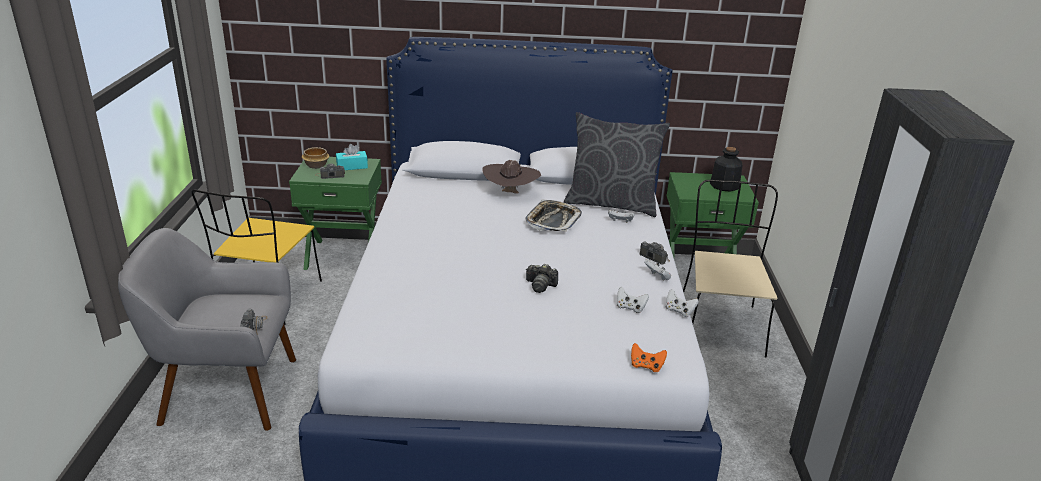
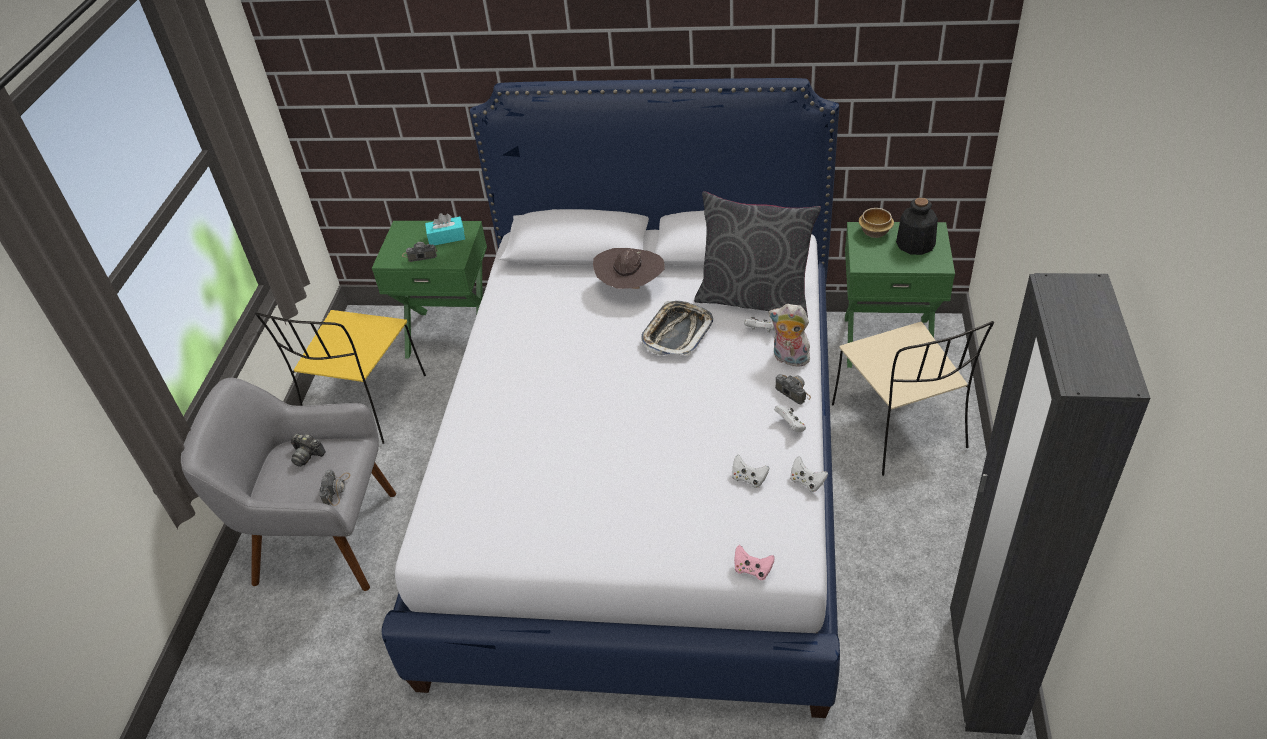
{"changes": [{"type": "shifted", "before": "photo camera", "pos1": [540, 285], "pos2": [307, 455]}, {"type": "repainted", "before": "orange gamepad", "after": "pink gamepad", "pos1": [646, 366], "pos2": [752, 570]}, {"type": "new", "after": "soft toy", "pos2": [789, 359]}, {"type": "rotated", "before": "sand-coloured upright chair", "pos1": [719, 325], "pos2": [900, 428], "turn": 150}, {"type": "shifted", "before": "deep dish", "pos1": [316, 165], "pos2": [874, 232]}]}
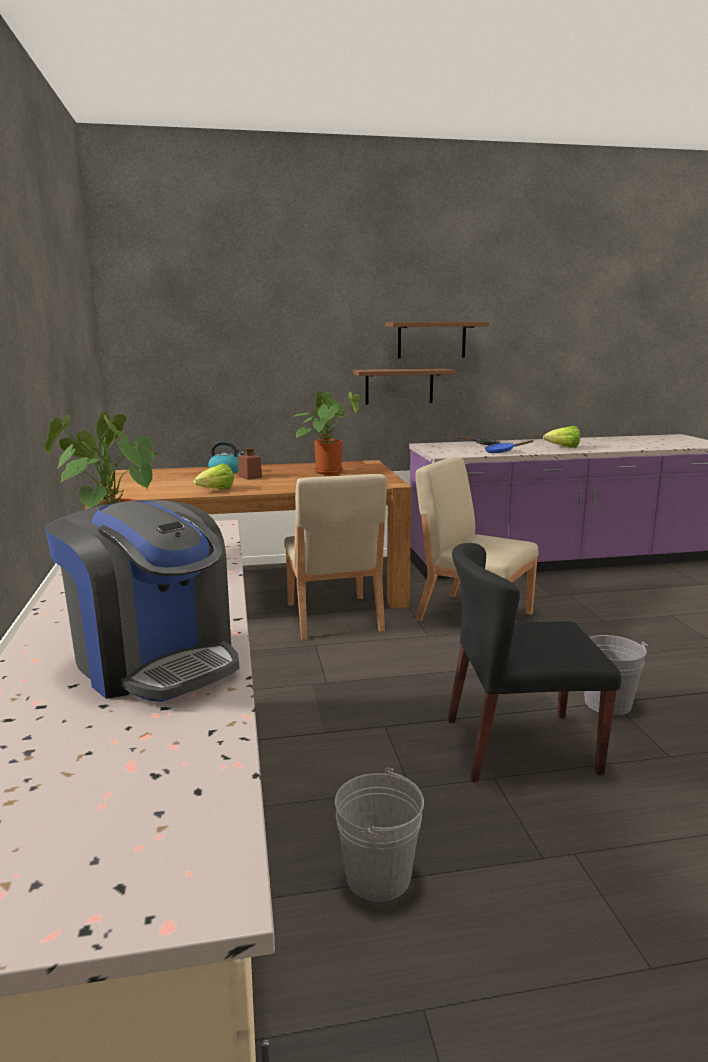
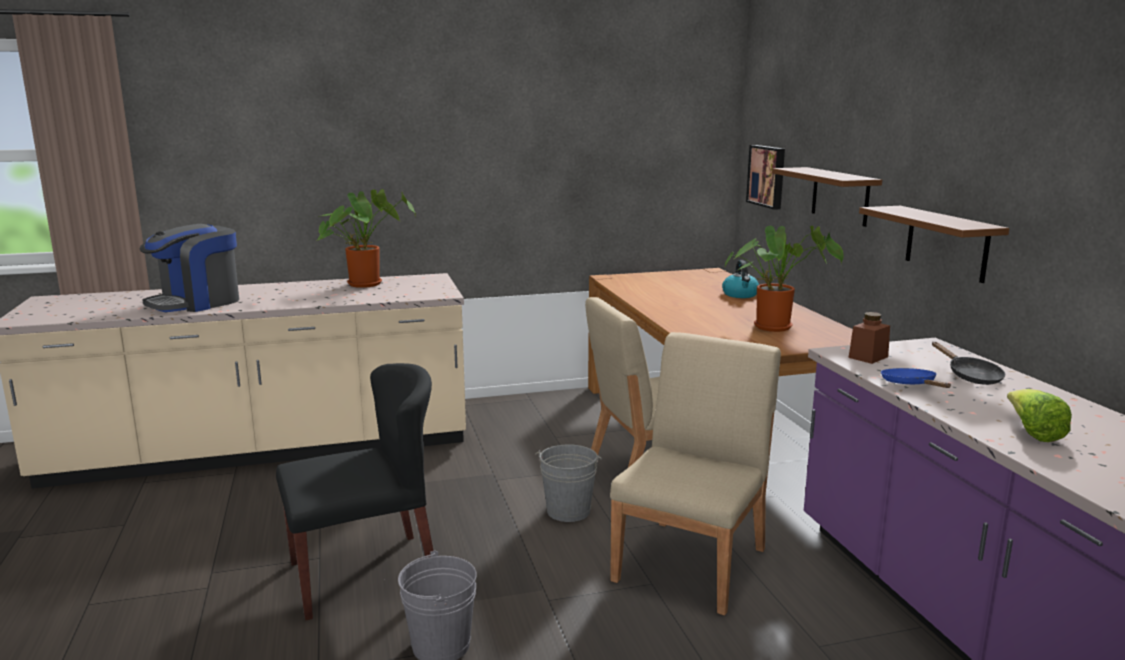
{"changes": [{"type": "rotated", "before": "black upright chair", "pos1": [519, 746], "pos2": [365, 574], "turn": 75}, {"type": "shifted", "before": "grey water bucket", "pos1": [378, 876], "pos2": [568, 511]}, {"type": "new", "after": "picture", "pos2": [767, 176]}, {"type": "shifted", "before": "brown bracket shelf", "pos1": [431, 340], "pos2": [840, 196]}, {"type": "shifted", "before": "brown preserve jar", "pos1": [250, 477], "pos2": [868, 357]}, {"type": "gone", "before": "lettuce", "pos1": [216, 490]}]}
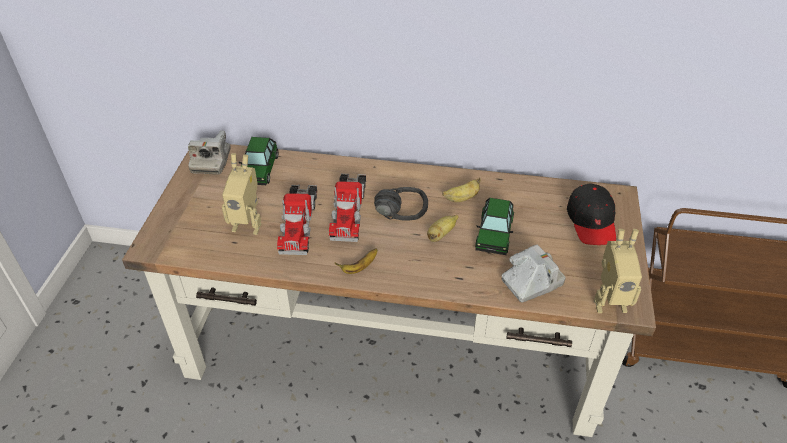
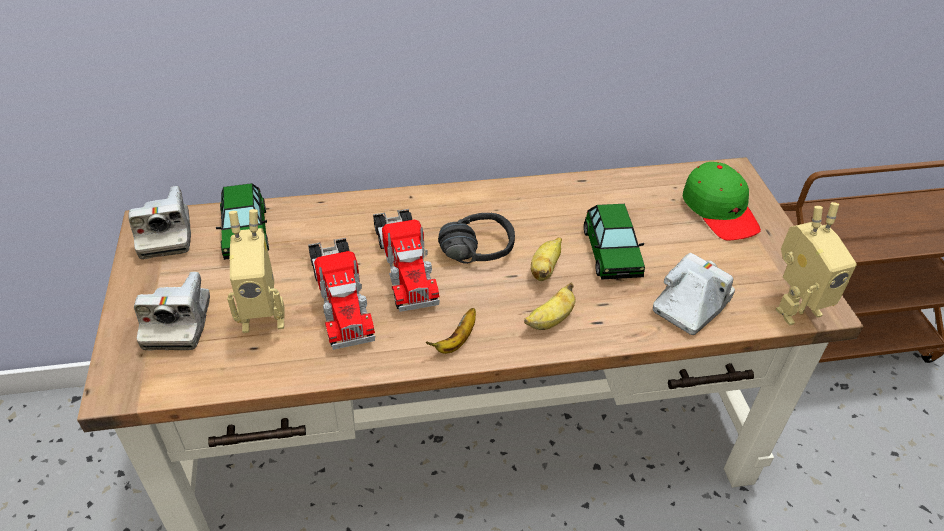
{"changes": [{"type": "new", "after": "photo camera", "pos2": [178, 323]}, {"type": "shifted", "before": "banana", "pos1": [461, 198], "pos2": [550, 320]}, {"type": "repainted", "before": "black peaked cap", "after": "greenish peaked cap", "pos1": [591, 221], "pos2": [719, 210]}]}
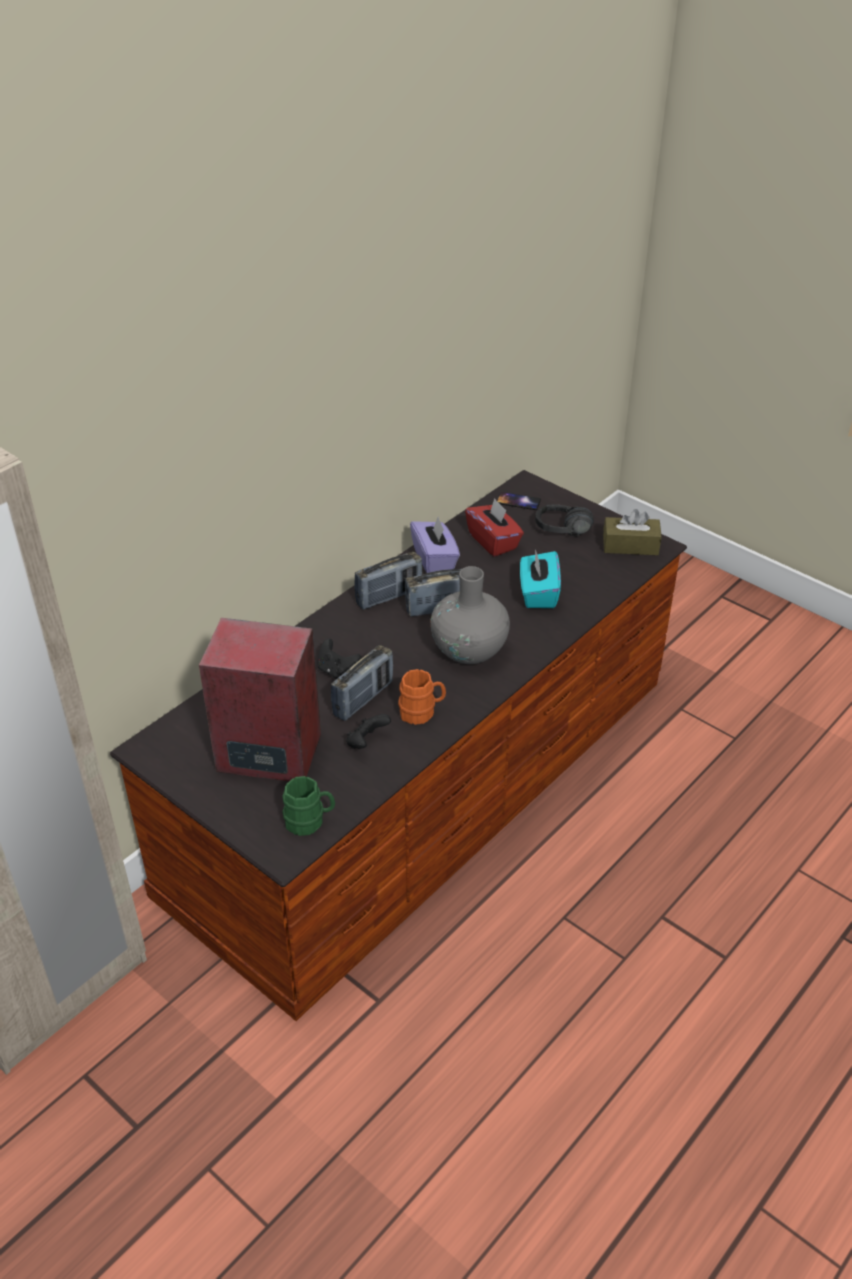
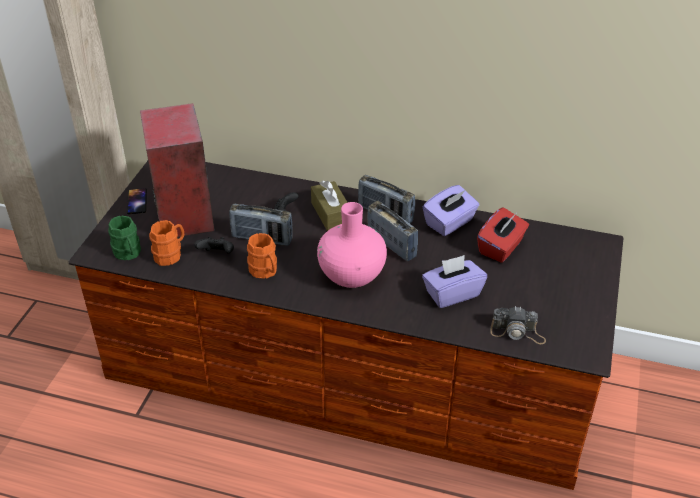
{"changes": [{"type": "shifted", "before": "telephone", "pos1": [518, 501], "pos2": [137, 201]}, {"type": "new", "after": "orange coffee mug", "pos2": [171, 254]}, {"type": "shifted", "before": "brown tissue holder", "pos1": [630, 545], "pos2": [331, 214]}, {"type": "repainted", "before": "grey vase", "after": "pink vase", "pos1": [469, 650], "pos2": [351, 275]}, {"type": "repainted", "before": "turquoise-coloured tissue holder", "after": "purplish tissue holder", "pos1": [538, 594], "pos2": [452, 293]}, {"type": "new", "after": "photo camera", "pos2": [517, 332]}, {"type": "gone", "before": "black headset", "pos1": [563, 534]}]}
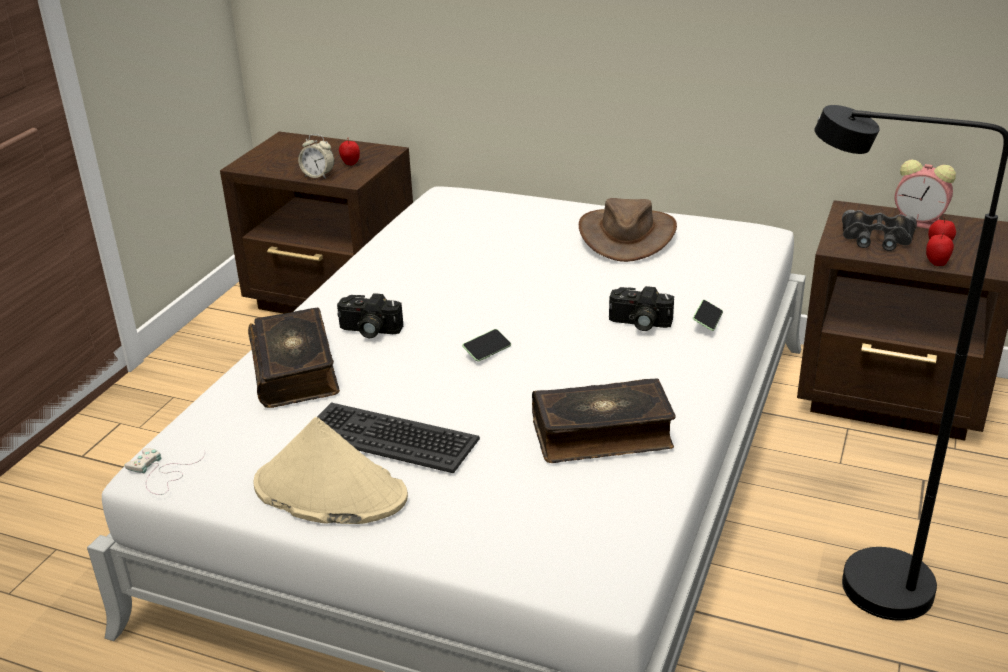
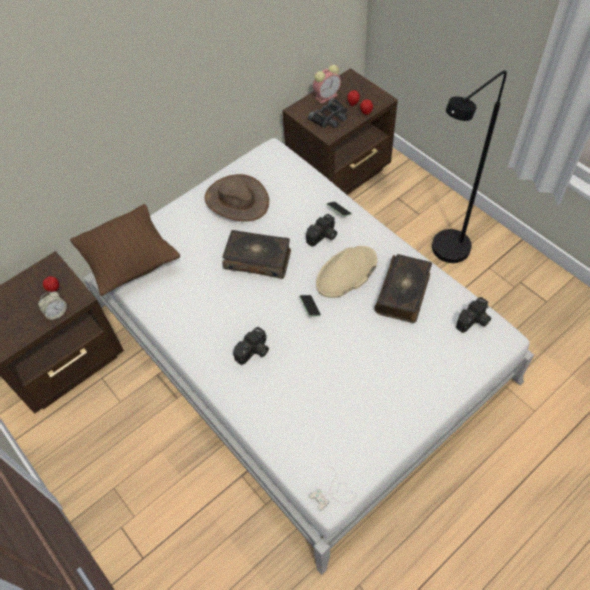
{"changes": [{"type": "new", "after": "brown pillow", "pos2": [130, 262]}, {"type": "shifted", "before": "book", "pos1": [296, 370], "pos2": [258, 259]}, {"type": "shifted", "before": "sand-coloured wearable hat", "pos1": [329, 492], "pos2": [346, 272]}, {"type": "new", "after": "photo camera", "pos2": [474, 321]}, {"type": "gone", "before": "PC keyboard", "pos1": [390, 437]}]}
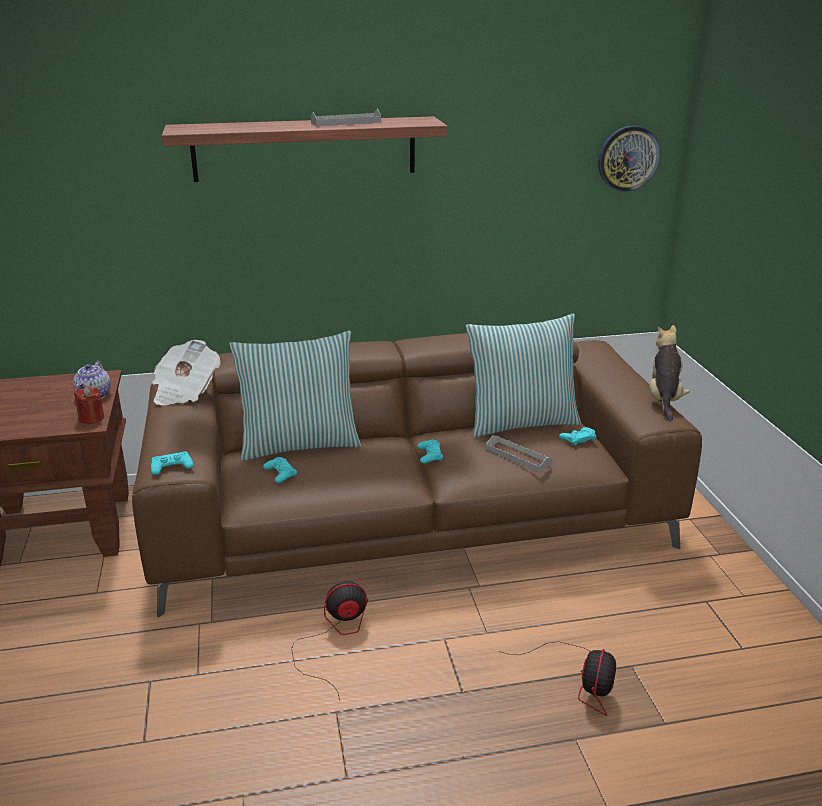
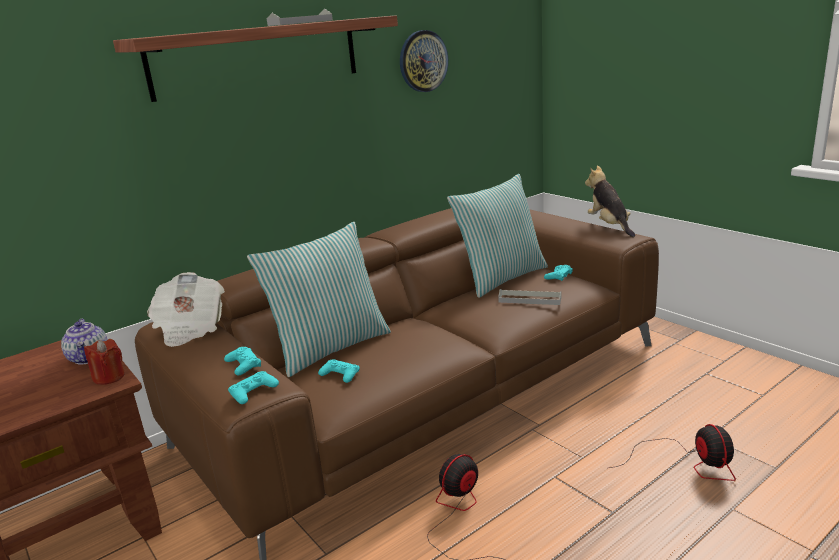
{"changes": [{"type": "shifted", "before": "turquoise-coloured gamepad", "pos1": [429, 455], "pos2": [243, 365]}, {"type": "shifted", "before": "clock on the wall", "pos1": [628, 158], "pos2": [423, 61]}]}
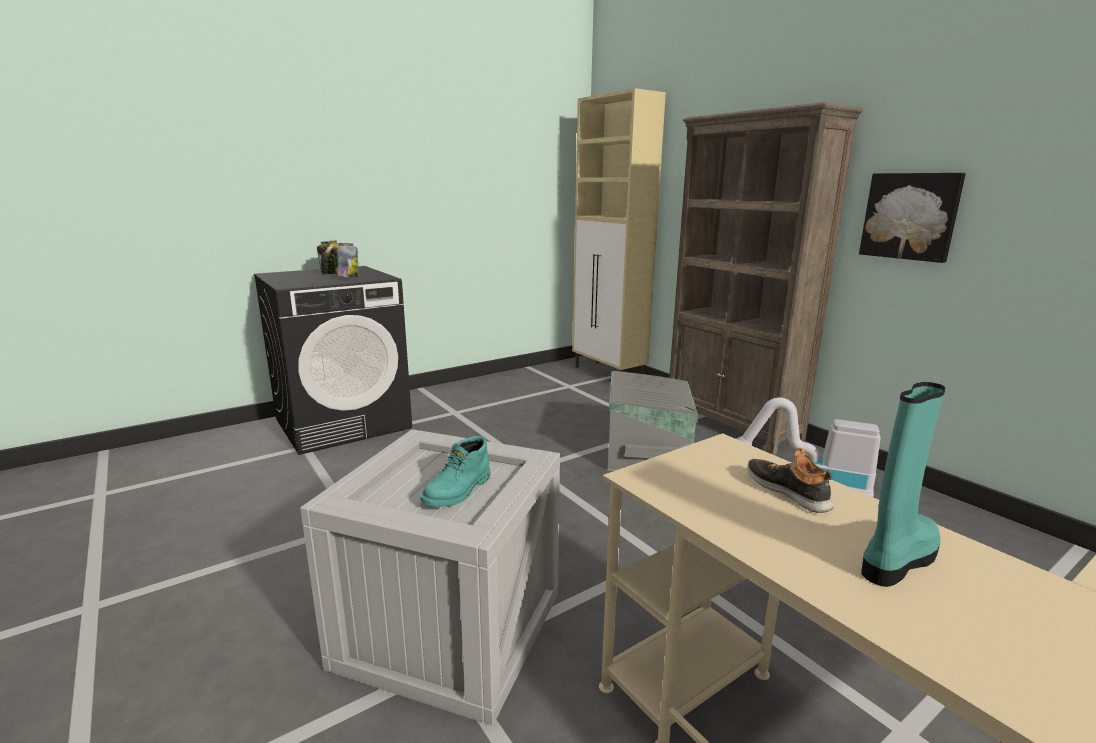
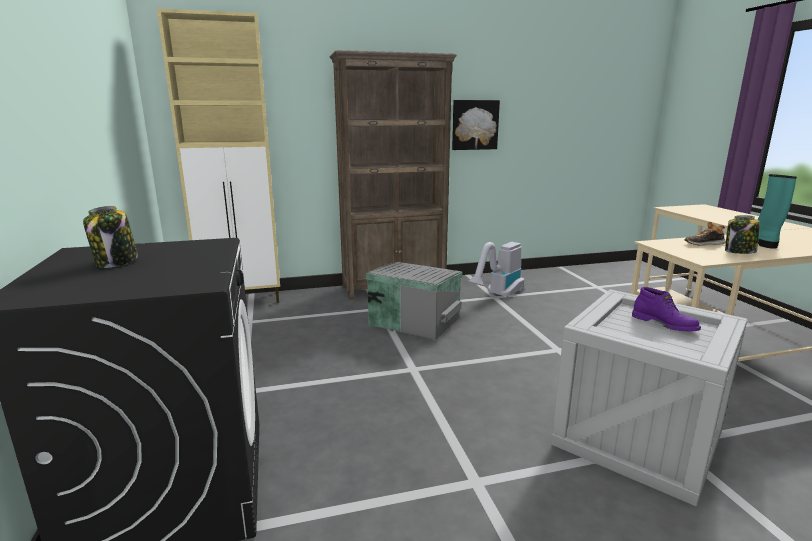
{"changes": [{"type": "repainted", "before": "turquoise-coloured high-top boot", "after": "purplish high-top boot", "pos1": [458, 491], "pos2": [665, 324]}, {"type": "shifted", "before": "preserve jar", "pos1": [347, 276], "pos2": [739, 252]}]}
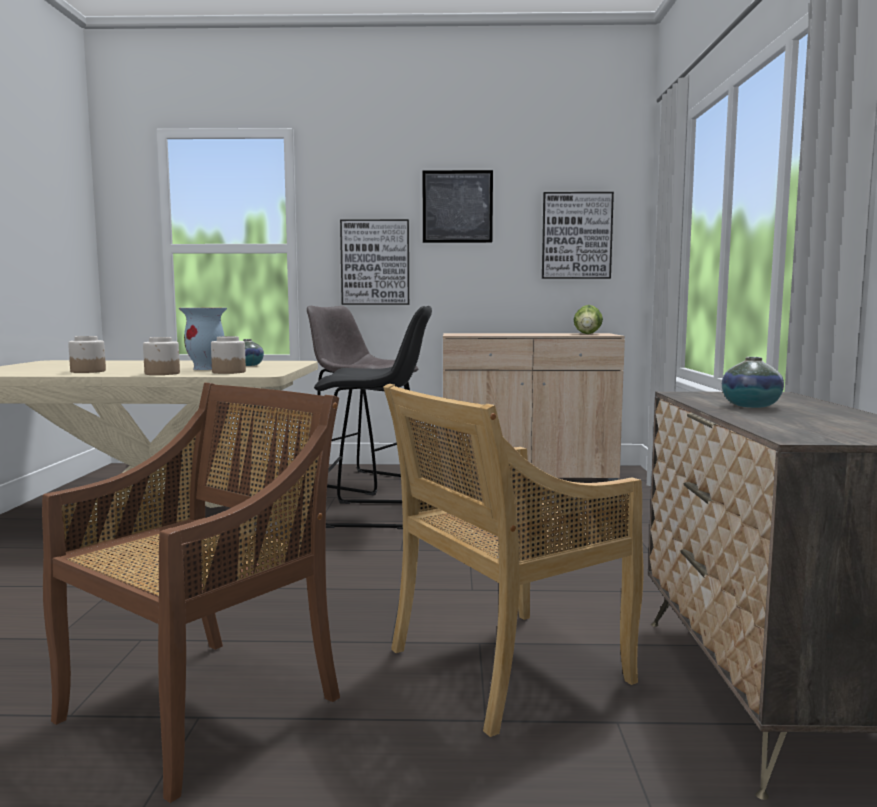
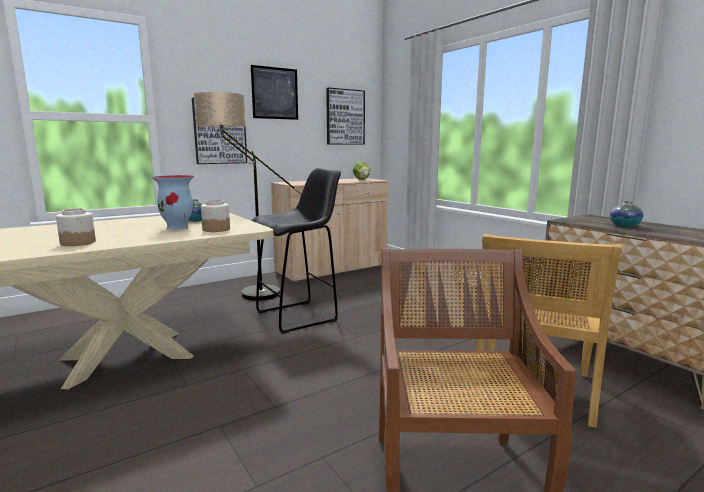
{"changes": [{"type": "swapped", "before": "grey sitting stool", "after": "standing lamp", "pos1": [363, 482], "pos2": [245, 294]}, {"type": "gone", "before": "preserve jar", "pos1": [162, 373]}]}
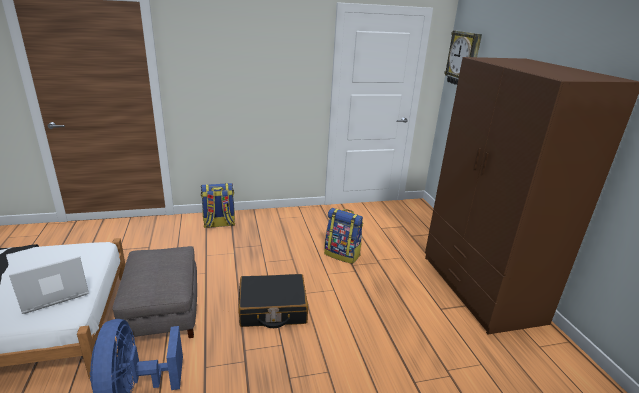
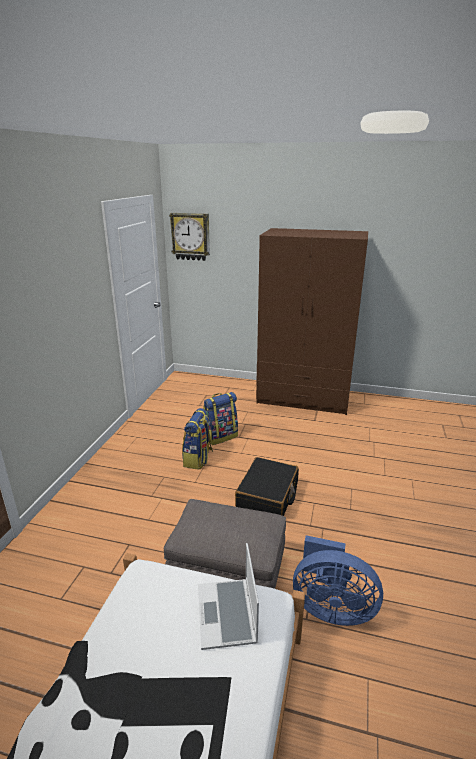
{"changes": [{"type": "shifted", "before": "knapsack", "pos1": [219, 224], "pos2": [198, 459]}]}
